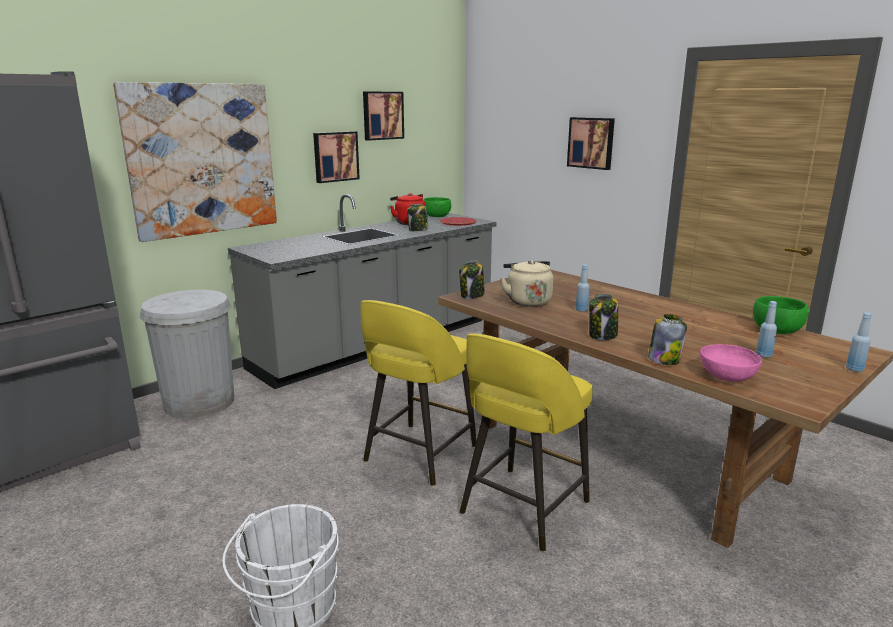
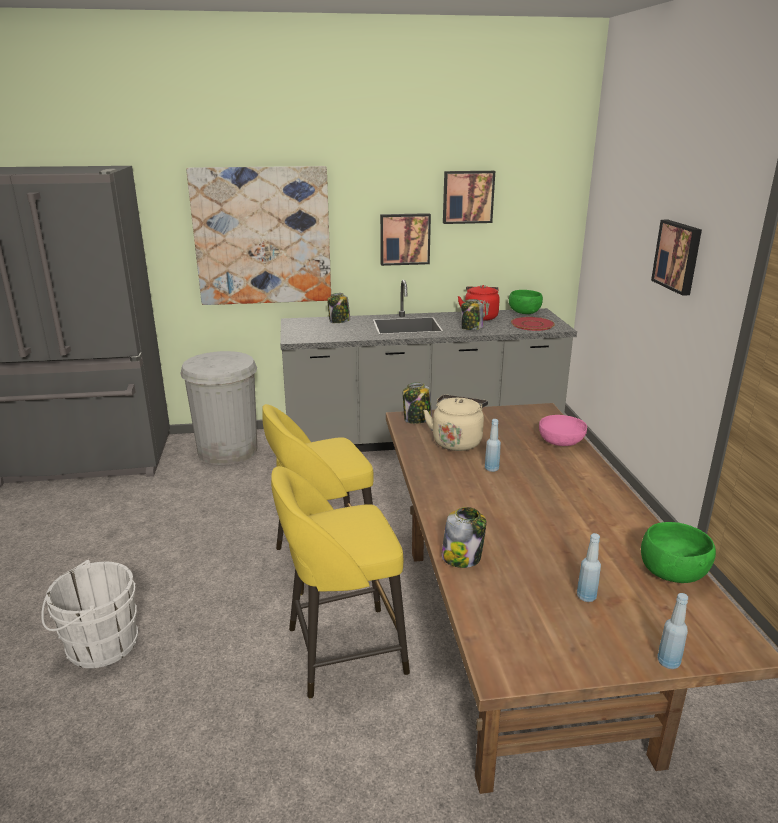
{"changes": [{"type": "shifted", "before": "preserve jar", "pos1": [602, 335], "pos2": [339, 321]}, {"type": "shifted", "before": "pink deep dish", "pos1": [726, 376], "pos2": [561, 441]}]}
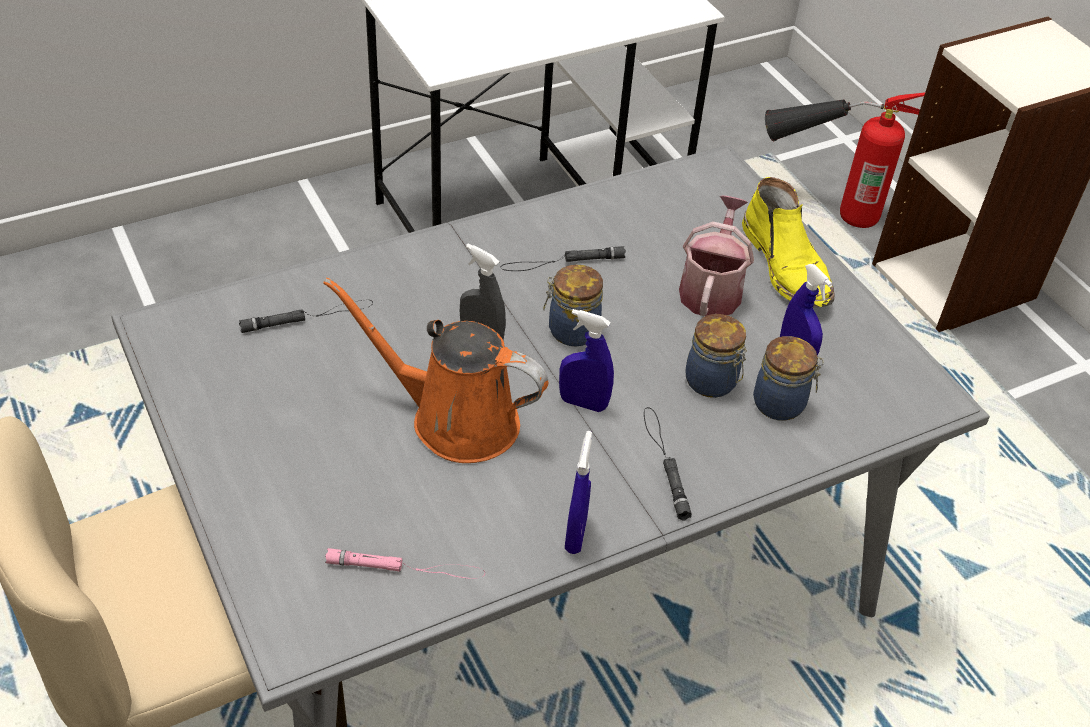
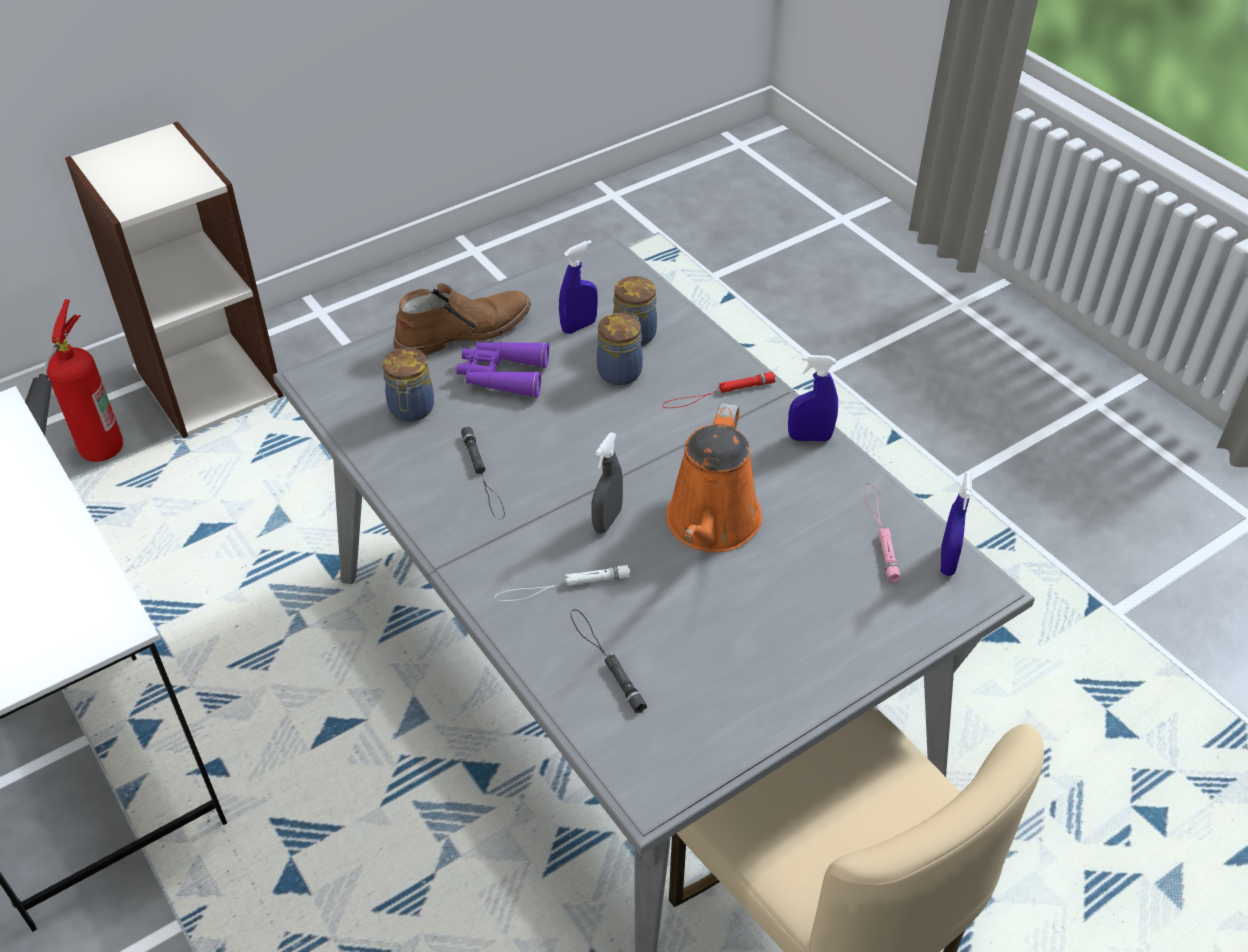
{"changes": [{"type": "shifted", "before": "preserve jar", "pos1": [571, 330], "pos2": [411, 410]}, {"type": "repainted", "before": "yellow high-top boot", "after": "brown high-top boot", "pos1": [787, 266], "pos2": [462, 331]}, {"type": "swapped", "before": "sprinkling can", "after": "purplish field glasses", "pos1": [711, 289], "pos2": [502, 376]}, {"type": "new", "after": "whitish torch", "pos2": [562, 586]}, {"type": "repainted", "before": "black torch", "after": "red-coloured torch", "pos1": [665, 462], "pos2": [718, 394]}, {"type": "shifted", "before": "blue-coloured hand sprayer", "pos1": [583, 403], "pos2": [947, 561]}]}
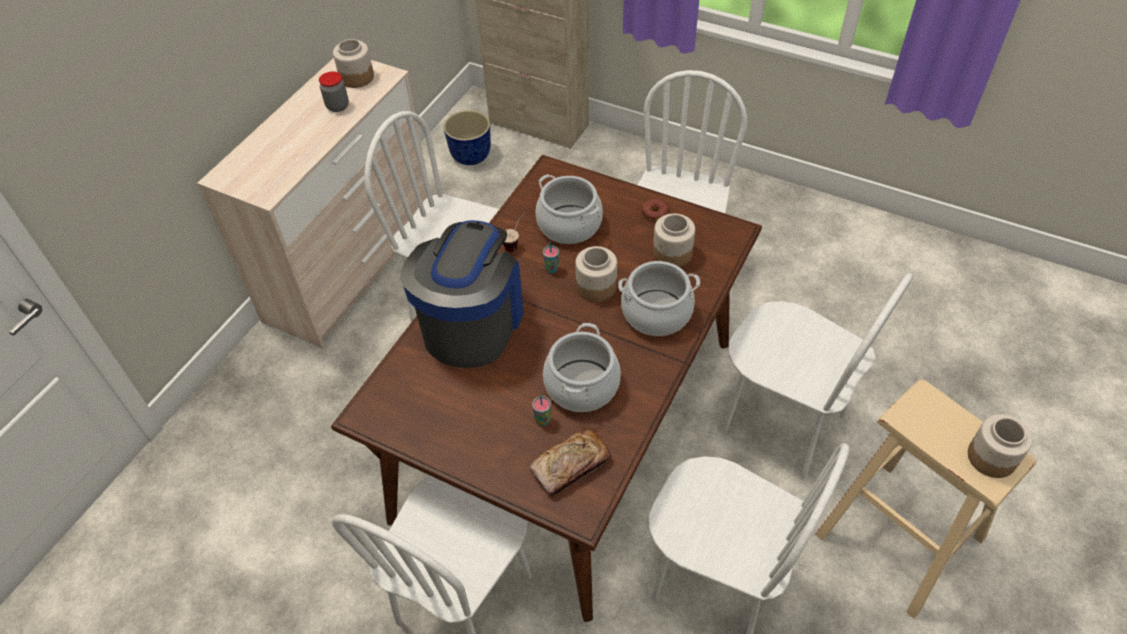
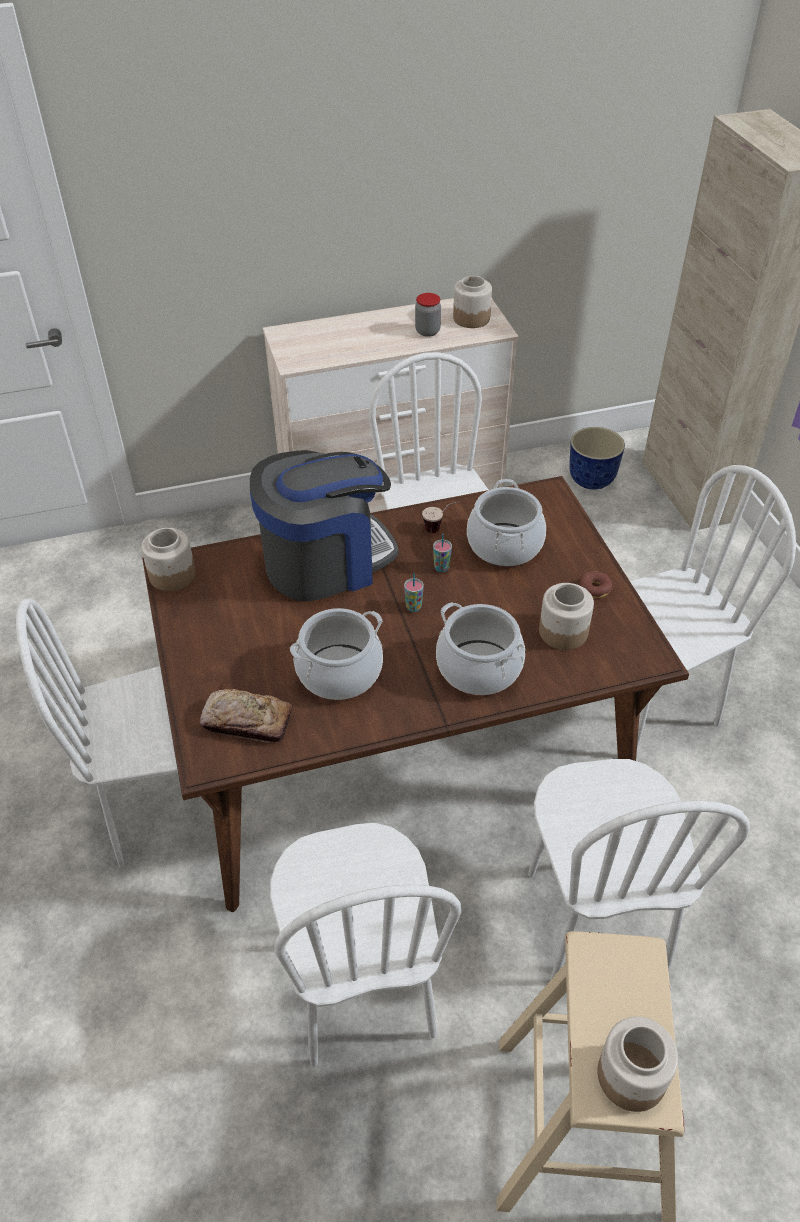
{"changes": [{"type": "shifted", "before": "preserve jar", "pos1": [595, 287], "pos2": [171, 575]}, {"type": "shifted", "before": "small cup", "pos1": [542, 420], "pos2": [413, 607]}]}
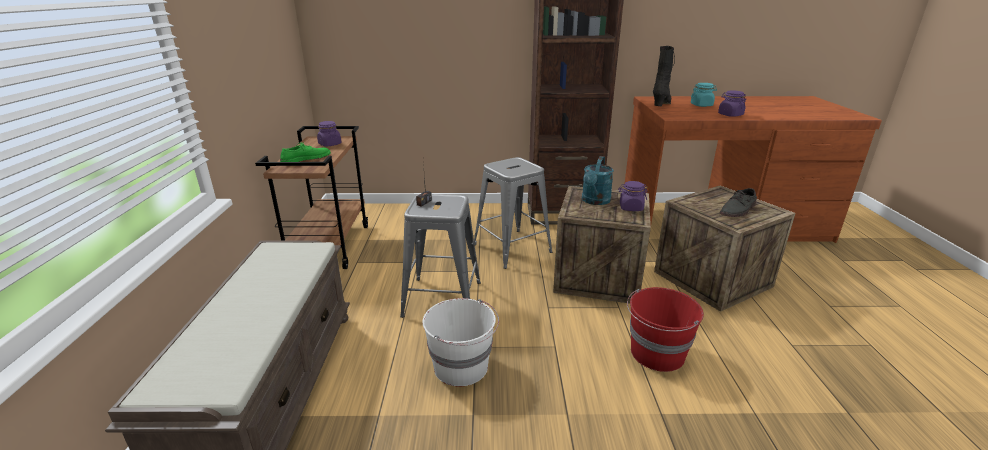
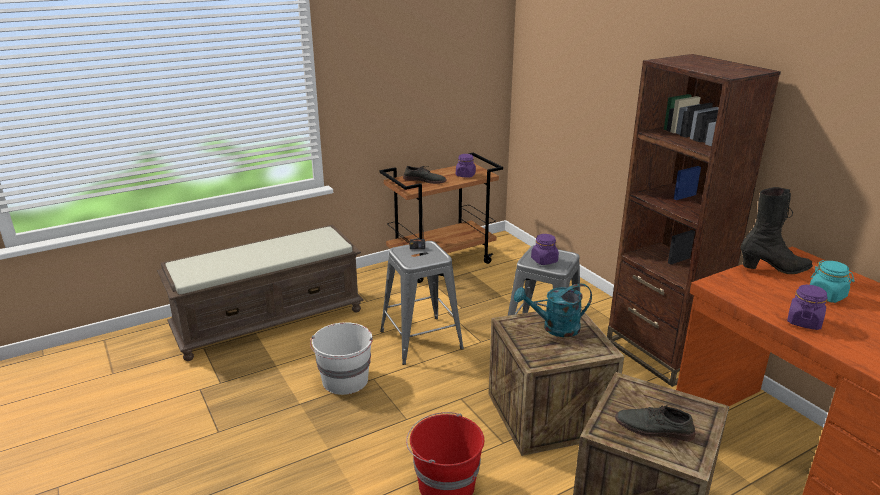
{"changes": [{"type": "repainted", "before": "greenish low shoe", "after": "grey low shoe", "pos1": [306, 159], "pos2": [424, 180]}, {"type": "shifted", "before": "purplish preserve jar", "pos1": [630, 208], "pos2": [544, 260]}]}
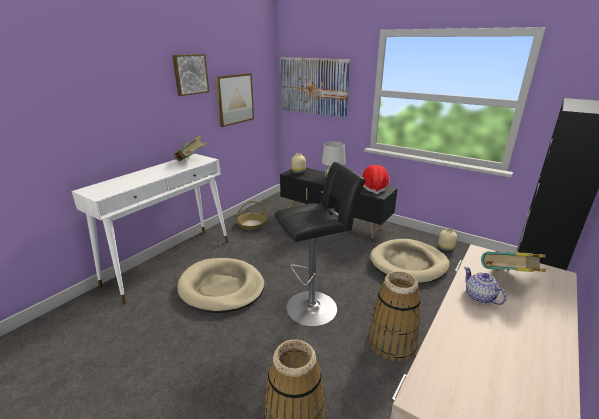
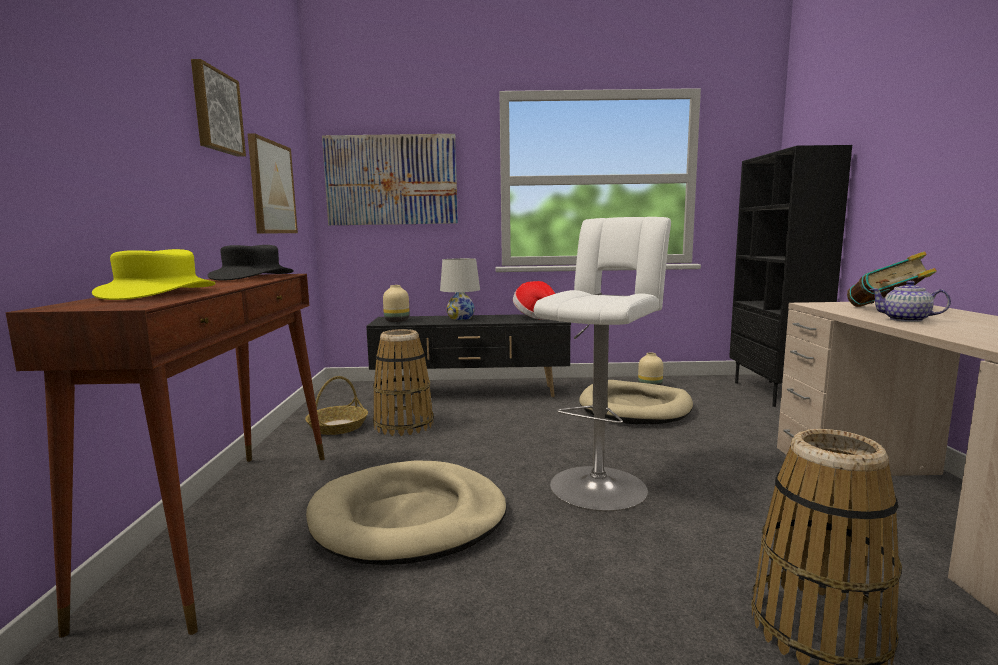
{"changes": [{"type": "repainted", "before": "whitish console table", "after": "brown console table", "pos1": [170, 262], "pos2": [229, 521]}, {"type": "new", "after": "yellow wearable hat", "pos2": [158, 293]}, {"type": "swapped", "before": "book", "after": "black wearable hat", "pos1": [191, 161], "pos2": [252, 277]}, {"type": "shifted", "before": "household basket", "pos1": [392, 342], "pos2": [404, 425]}, {"type": "repainted", "before": "black sitting stool", "after": "whitish sitting stool", "pos1": [315, 306], "pos2": [600, 484]}]}
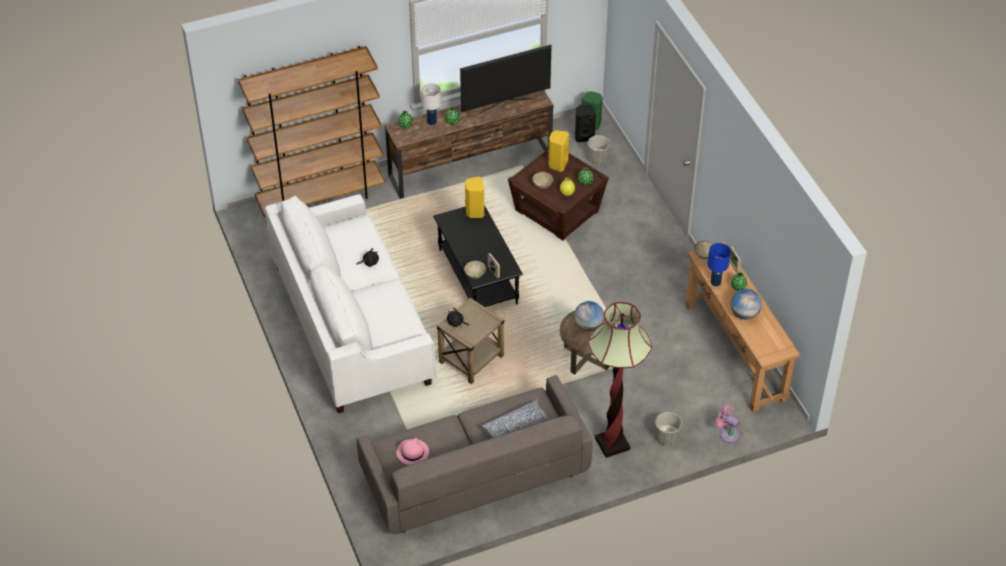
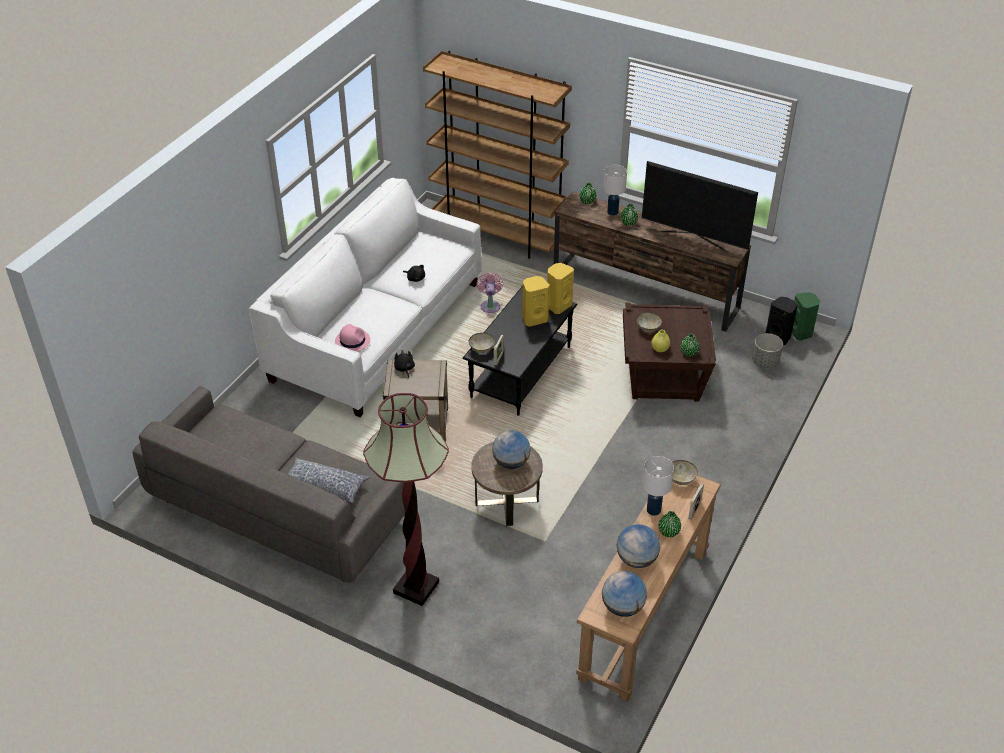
{"changes": [{"type": "shifted", "before": "pink wearable hat", "pos1": [412, 452], "pos2": [352, 340]}, {"type": "shifted", "before": "pink cooling fan", "pos1": [727, 433], "pos2": [490, 305]}, {"type": "shifted", "before": "yellow speaker", "pos1": [557, 164], "pos2": [534, 319]}, {"type": "new", "after": "globe", "pos2": [622, 607]}, {"type": "repainted", "before": "blue-coloured table lamp", "after": "whitish table lamp", "pos1": [716, 282], "pos2": [654, 510]}, {"type": "gone", "before": "grey plant pot", "pos1": [666, 437]}]}
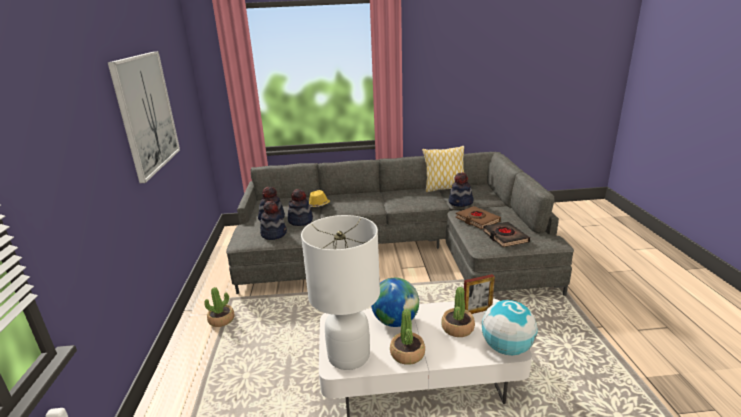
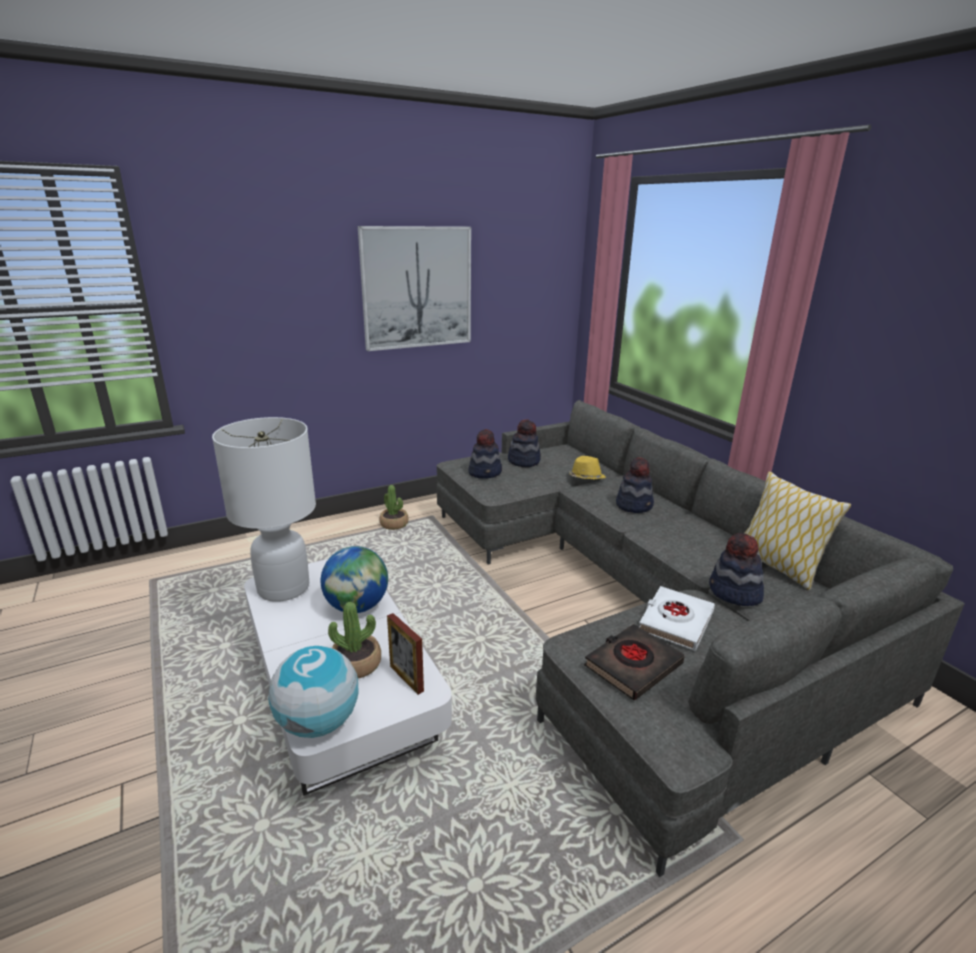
{"changes": [{"type": "shifted", "before": "wearable hat", "pos1": [300, 220], "pos2": [634, 505]}, {"type": "repainted", "before": "brown book", "after": "whitish book", "pos1": [477, 220], "pos2": [675, 622]}, {"type": "gone", "before": "potted plant", "pos1": [407, 354]}]}
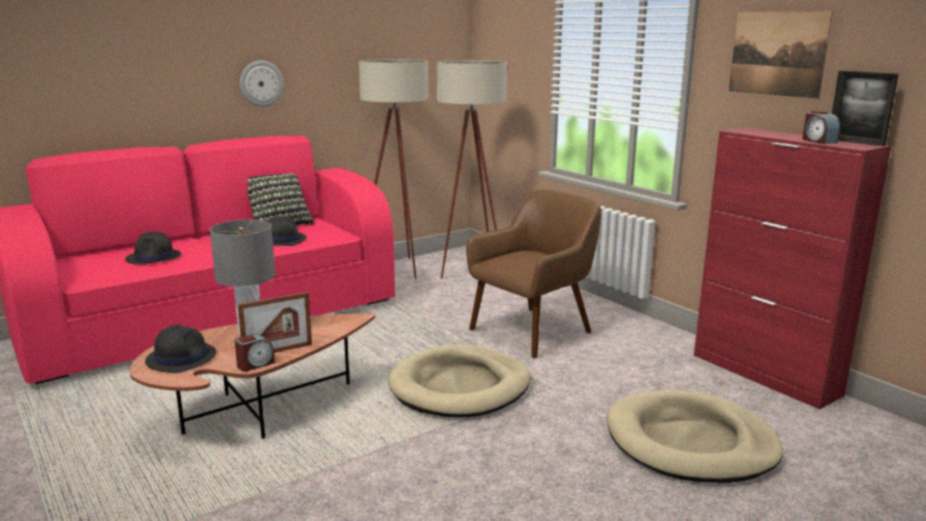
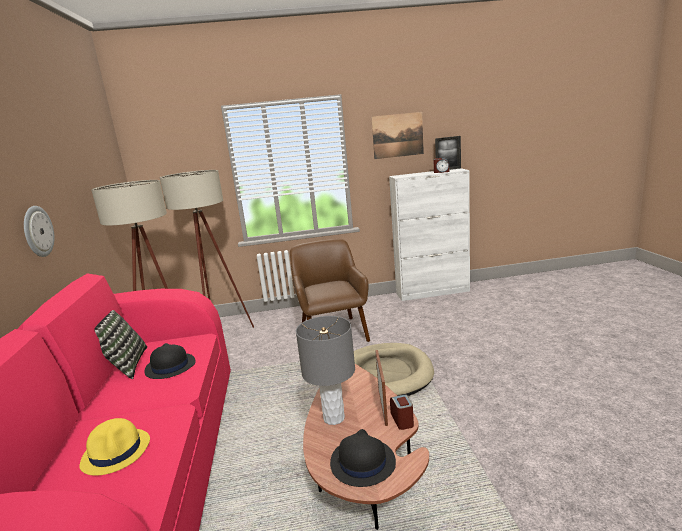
{"changes": [{"type": "repainted", "before": "black wearable hat", "after": "yellow wearable hat", "pos1": [154, 258], "pos2": [117, 452]}, {"type": "repainted", "before": "red-coloured cupboard", "after": "whitish cupboard", "pos1": [765, 375], "pos2": [433, 292]}, {"type": "gone", "before": "sand-coloured pet bed", "pos1": [690, 443]}]}
